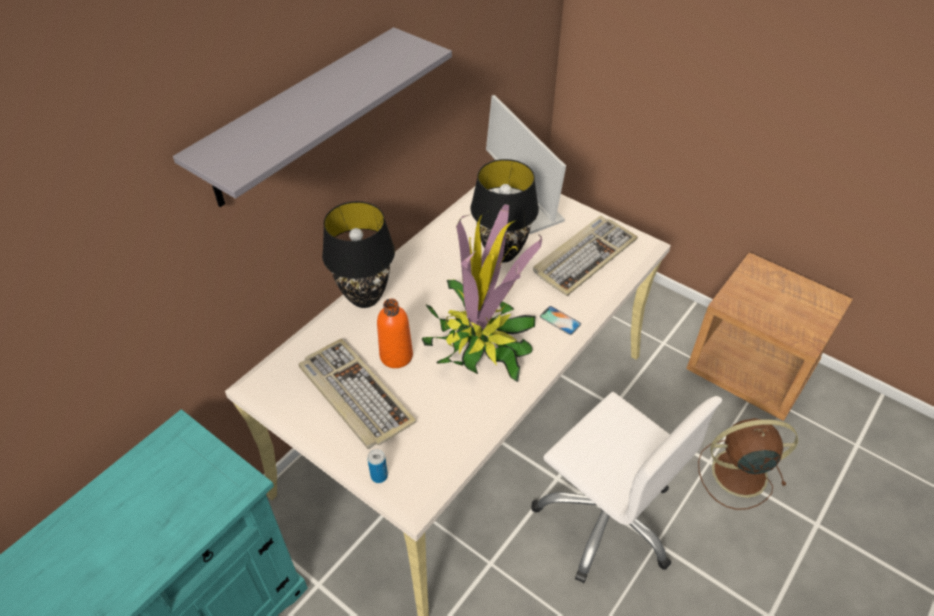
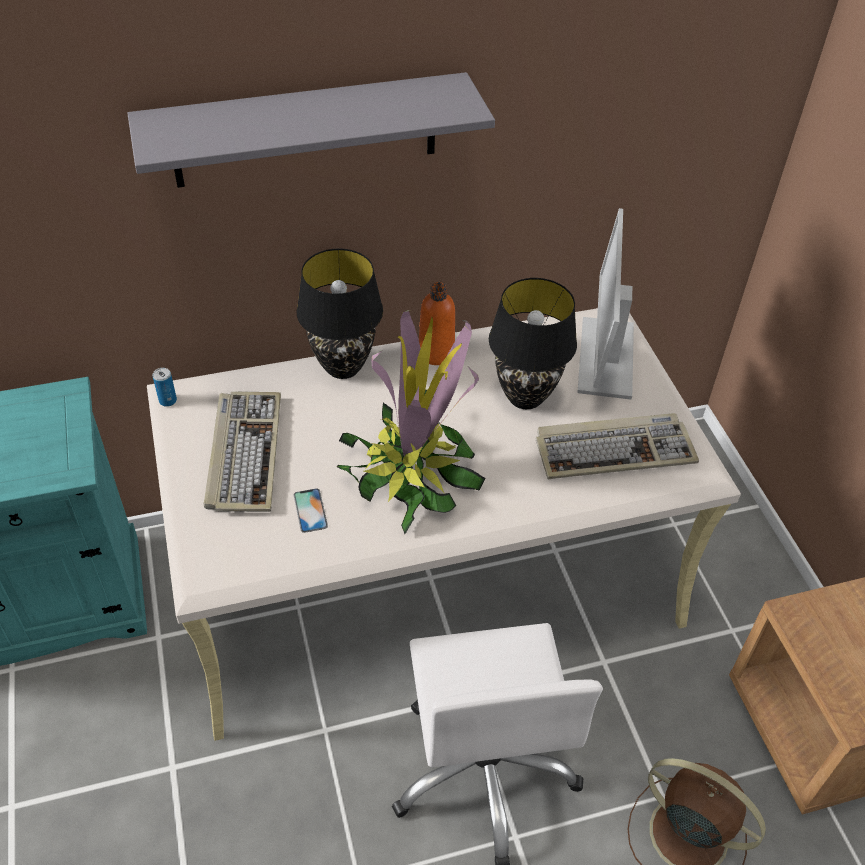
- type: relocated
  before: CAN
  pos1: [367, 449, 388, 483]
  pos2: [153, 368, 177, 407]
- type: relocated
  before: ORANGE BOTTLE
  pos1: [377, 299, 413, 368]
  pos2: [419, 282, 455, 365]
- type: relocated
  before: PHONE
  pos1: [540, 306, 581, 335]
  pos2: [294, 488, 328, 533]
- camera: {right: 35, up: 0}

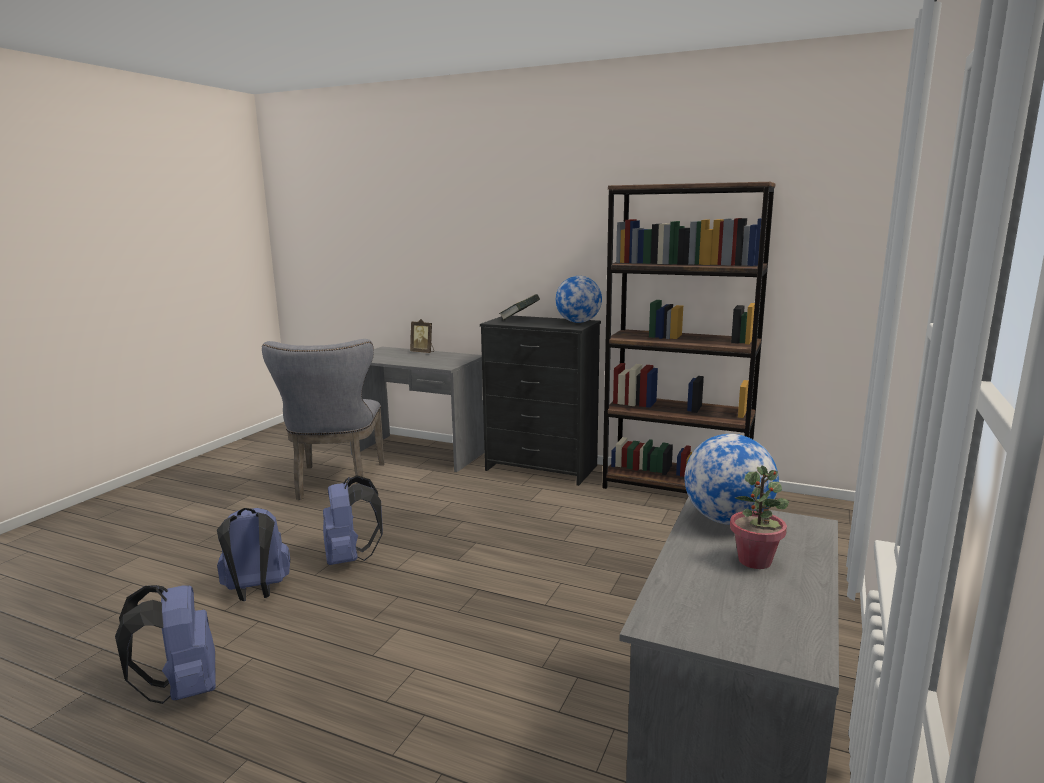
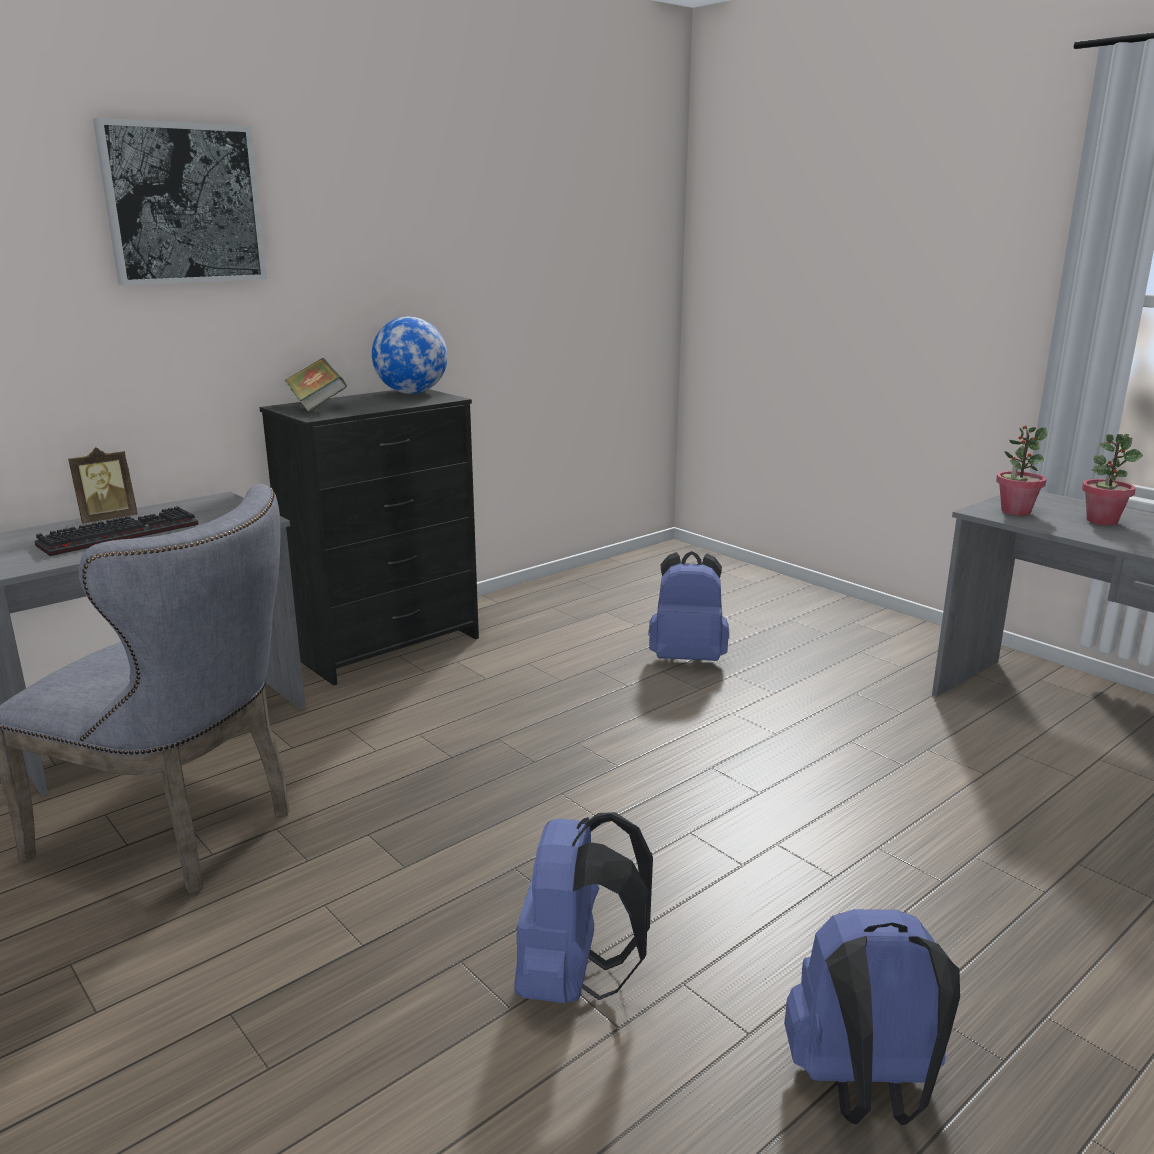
- type: missing
  before: BROWN BOOKCASE
  pos1: [603, 182, 776, 493]
- type: appeared
  after: KEYBOARD
  pos2: [34, 506, 199, 556]
- type: appeared
  after: PICTURE
  pos2: [93, 118, 267, 285]
- type: relocated
  before: BLUE BACKPACK
  pos1: [323, 475, 383, 565]
  pos2: [648, 551, 729, 661]
- type: exchanged
  before: GLOBE
  after: POTTED PLANT
  pos1: [685, 434, 779, 525]
  pos2: [996, 425, 1047, 516]
- camera: {right: -65, up: 5}

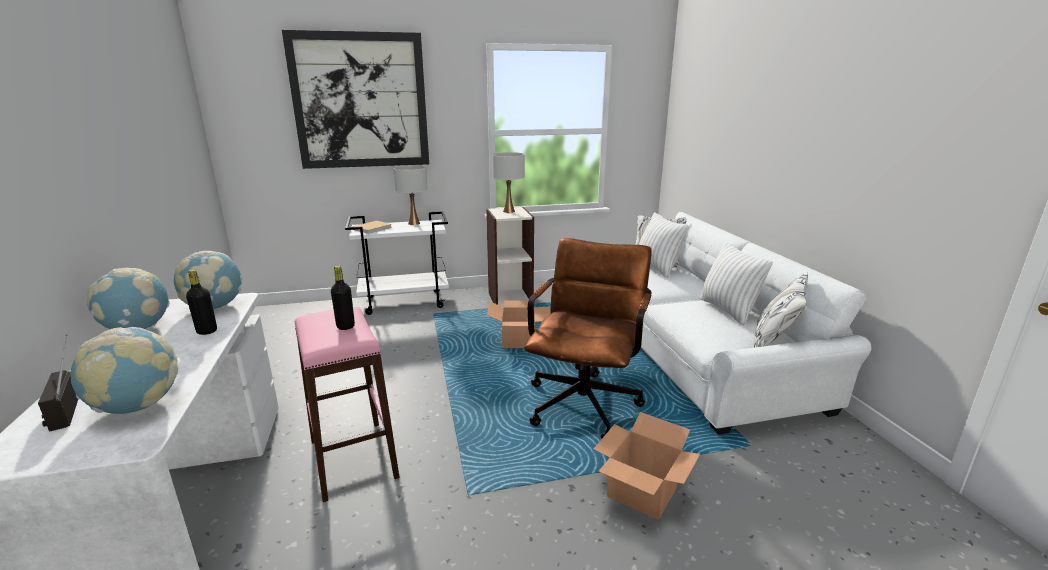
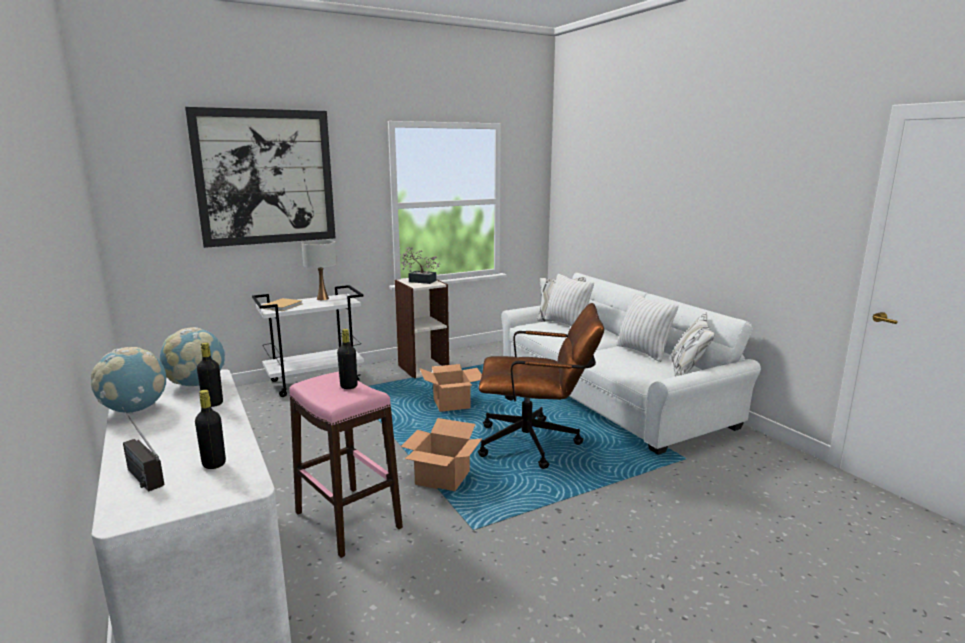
- type: relocated
  before: CARDBOARD BOX
  pos1: [594, 412, 700, 520]
  pos2: [401, 418, 482, 491]
- type: exchanged
  before: GLOBE
  after: BLACK BOTTLE
  pos1: [70, 327, 178, 414]
  pos2: [195, 390, 226, 469]
- type: exchanged
  before: WHITE TABLE LAMP
  after: POTTED PLANT
  pos1: [492, 152, 525, 213]
  pos2: [400, 247, 441, 284]
- type: spun
  before: BROWN OFFICE CHAIR
  pos1: [524, 238, 652, 439]
  pos2: [478, 303, 604, 469]
  turn: 90
- camera: {right: -15, up: -5}

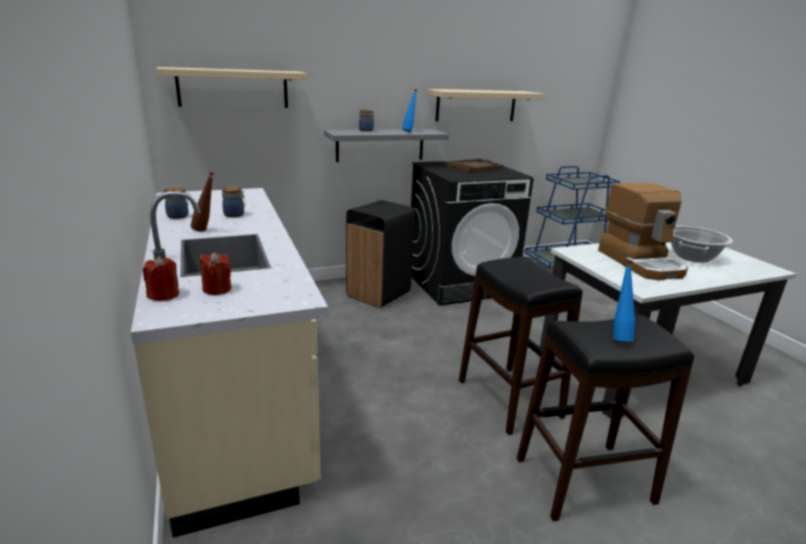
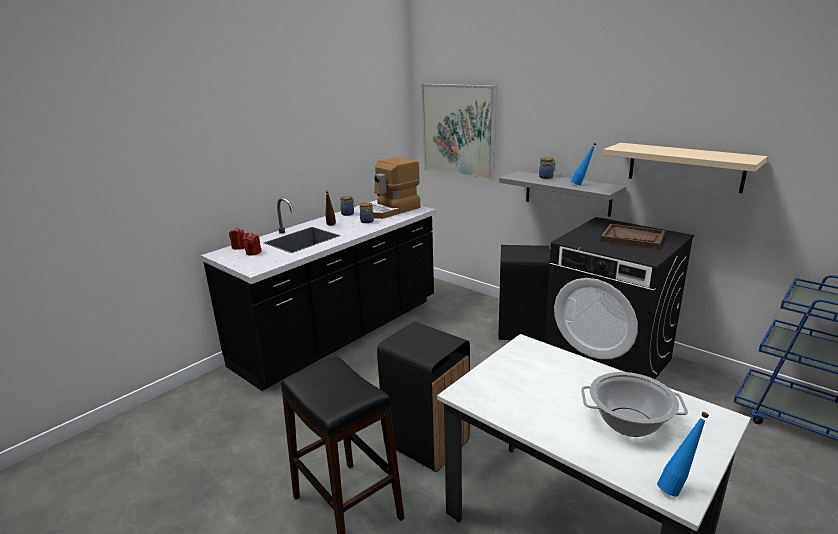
- type: relocated
  before: COFFEE MACHINE
  pos1: [598, 183, 688, 280]
  pos2: [372, 157, 420, 219]
- type: relocated
  before: BLUE BOTTLE
  pos1: [613, 260, 635, 342]
  pos2: [657, 412, 709, 497]
- type: exchanged
  before: BEIGE SHELF
  after: PICTURE
  pos1: [156, 67, 308, 108]
  pos2: [422, 84, 496, 180]
- type: exchanged
  before: BLACK STOOL
  after: BLACK TRASH CAN
  pos1: [459, 257, 583, 435]
  pos2: [377, 322, 470, 472]
- type: colour
  before: BEIGE COUNTER
  after: BLACK COUNTER
  pos1: [131, 188, 328, 538]
  pos2: [201, 198, 436, 391]
- camera: {right: 65, up: 0}

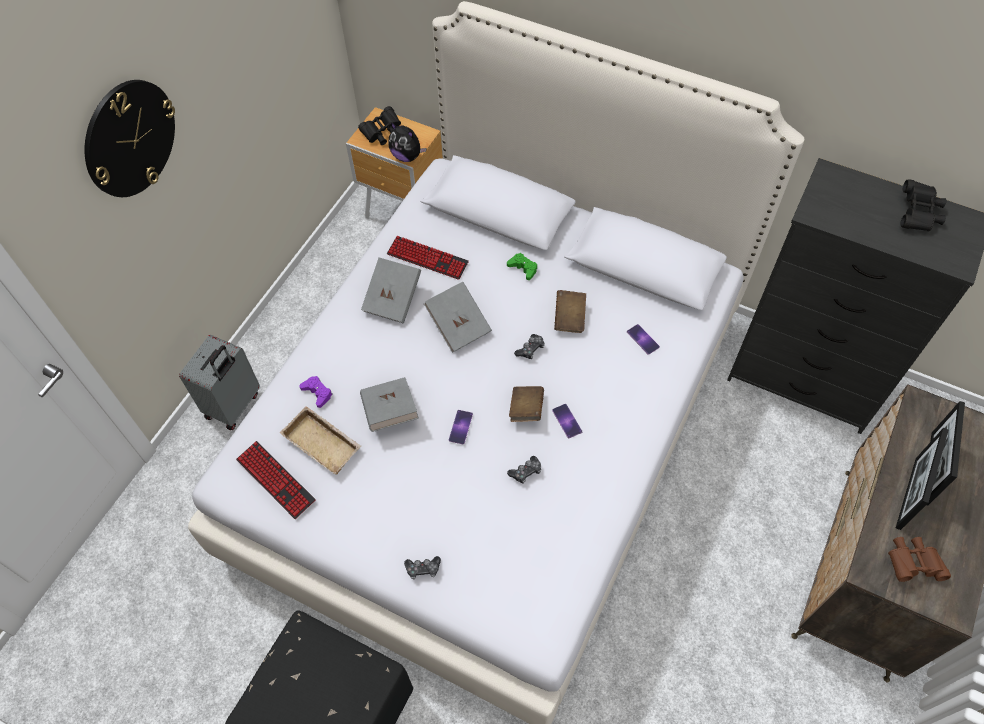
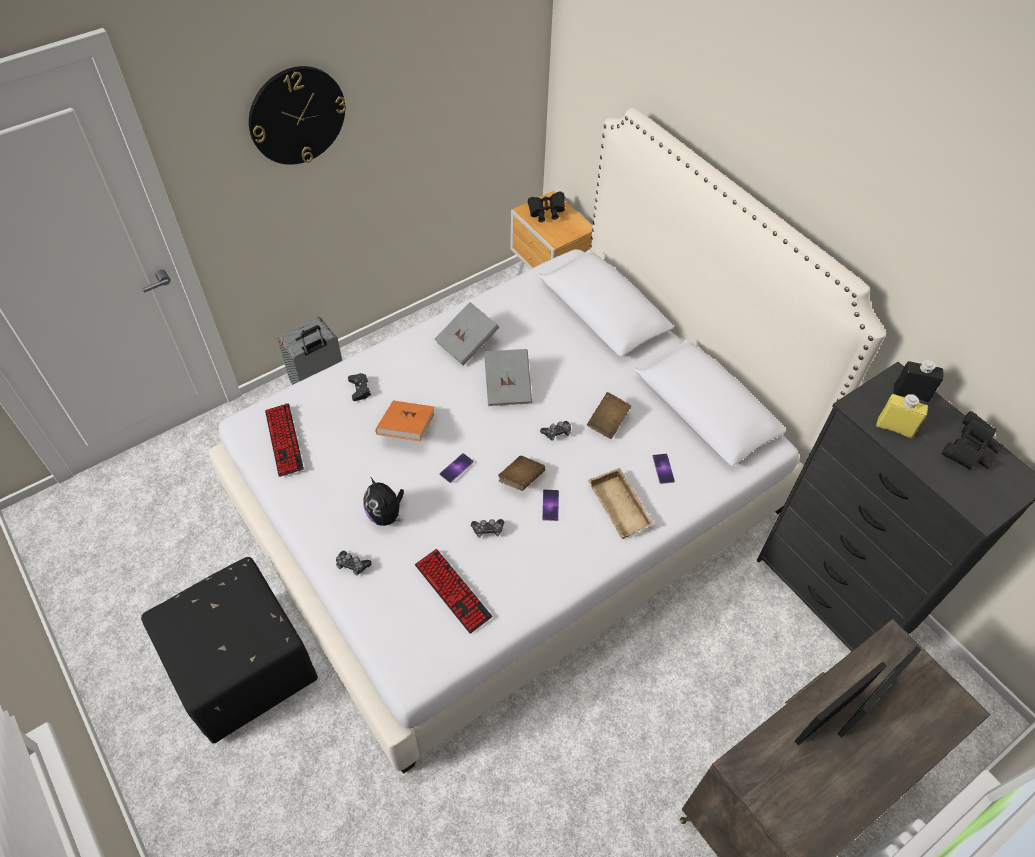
- type: missing
  before: GREEN GAME CONTROLLER
  pos1: [507, 253, 537, 280]
- type: missing
  before: BROWN BINOCULARS
  pos1: [888, 537, 951, 582]
- type: appeared
  after: YELLOW BOTTLE
  pos2: [876, 394, 928, 438]
- type: appeared
  after: BLACK BOTTLE
  pos2: [894, 360, 944, 402]
- type: relocated
  before: BEIGE TRAY
  pos1: [280, 406, 362, 475]
  pos2: [588, 468, 655, 539]
- type: relocated
  before: KEYBOARD
  pos1: [387, 236, 469, 280]
  pos2: [415, 549, 492, 634]
- type: relocated
  before: PLUSH TOY
  pos1: [389, 122, 426, 162]
  pos2: [363, 478, 404, 526]
- type: colour
  before: PURPLE GAME CONTROLLER
  after: BLACK GAME CONTROLLER
  pos1: [299, 376, 332, 408]
  pos2: [348, 373, 371, 401]
- type: colour
  before: GREY BOOK
  after: ORANGE BOOK
  pos1: [360, 377, 419, 432]
  pos2: [375, 401, 435, 441]
- camera: {right: 25, up: -5}

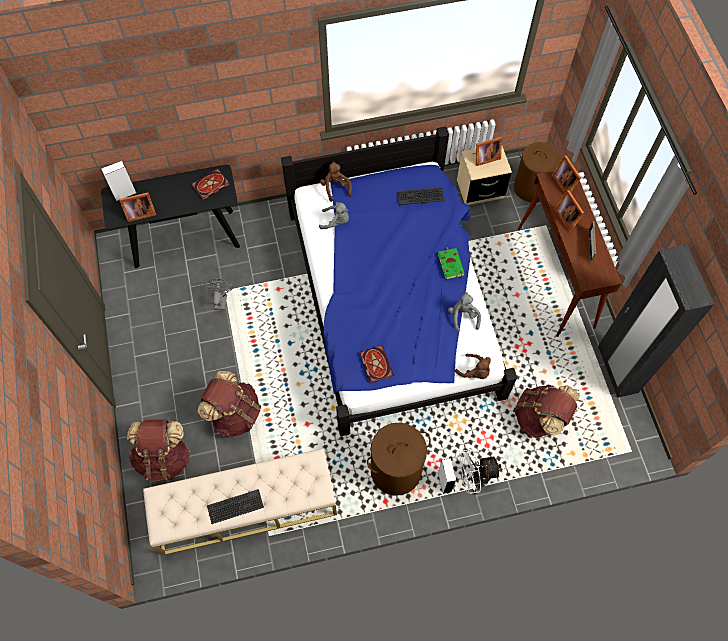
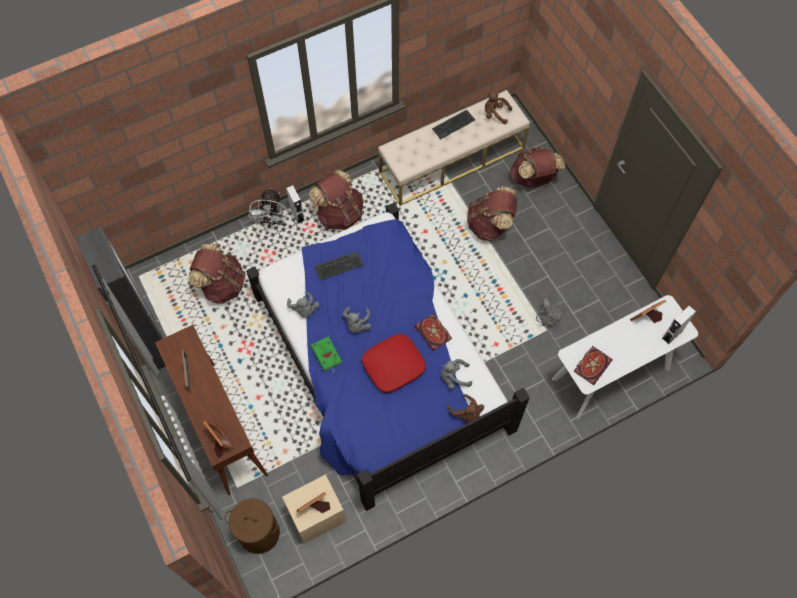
- type: missing
  before: PICTURE FRAME
  pos1: [555, 190, 584, 232]
- type: appeared
  after: GREY PLUSH TOY
  pos2: [343, 307, 371, 333]
- type: appeared
  after: RED PILLOW
  pos2: [362, 334, 426, 393]
- type: relocated
  before: BOOK
  pos1: [360, 345, 394, 383]
  pos2: [414, 314, 452, 351]
- type: relocated
  before: KEYBOARD
  pos1: [397, 187, 445, 205]
  pos2: [314, 251, 364, 280]
- type: relocated
  before: BROWN PLUSH TOY
  pos1: [455, 354, 491, 379]
  pos2: [485, 91, 512, 124]
- type: exchanged
  before: BROWN LAUNDRY BASKET
  after: BROWN BACKPACK
  pos1: [367, 423, 431, 496]
  pos2: [309, 170, 363, 230]
- type: colour
  before: BLACK CONSOLE TABLE
  after: WHITE CONSOLE TABLE
  pos1: [101, 165, 240, 268]
  pos2: [552, 295, 698, 419]
- type: spun
  before: WHITE FAN
  pos1: [459, 448, 501, 495]
  pos2: [249, 188, 288, 227]
  turn: 120
- camera: {right: 165, up: 0}

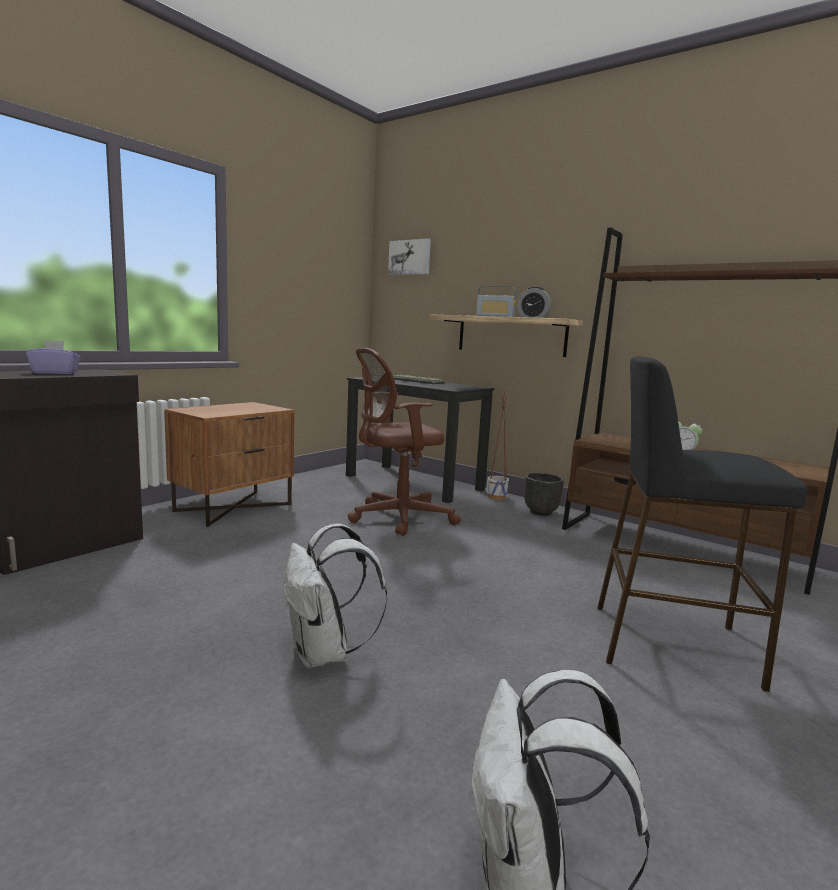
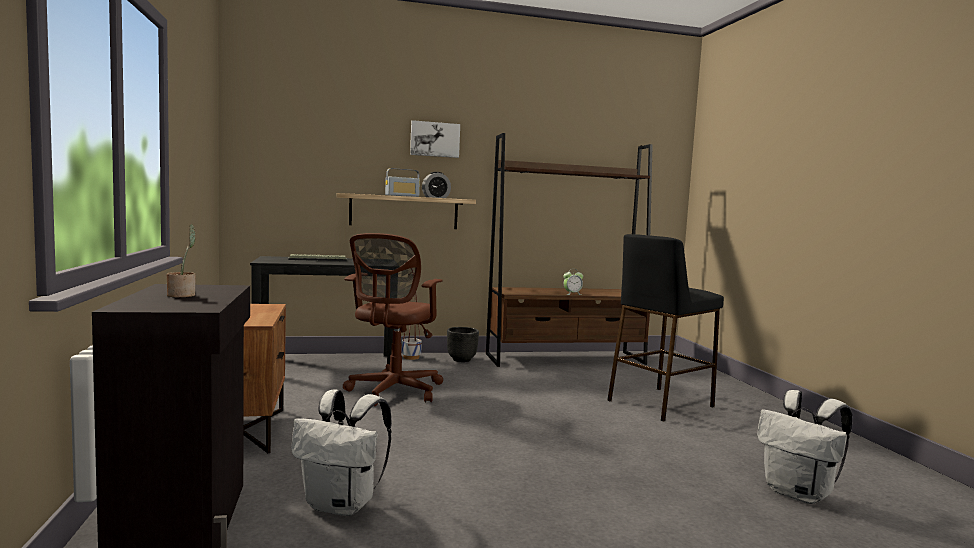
- type: relocated
  before: WHITE BACKPACK
  pos1: [283, 524, 387, 668]
  pos2: [291, 389, 392, 516]
- type: relocated
  before: PICTURE
  pos1: [388, 238, 431, 275]
  pos2: [410, 120, 460, 158]
- type: exchanged
  before: PURPLE TISSUE BOX
  after: POTTED PLANT
  pos1: [26, 340, 80, 374]
  pos2: [167, 224, 196, 297]
- camera: {right: -50, up: -5}

